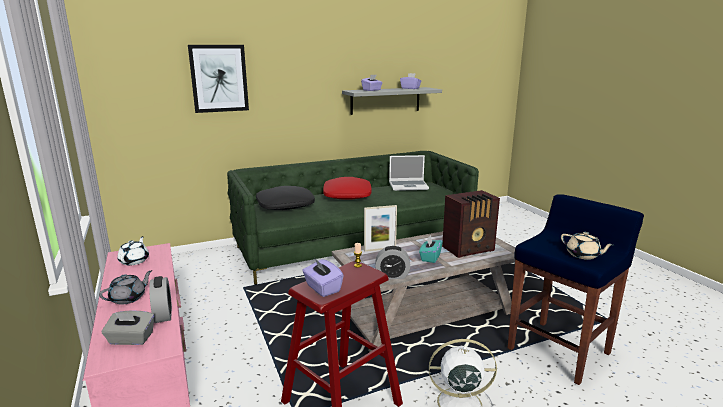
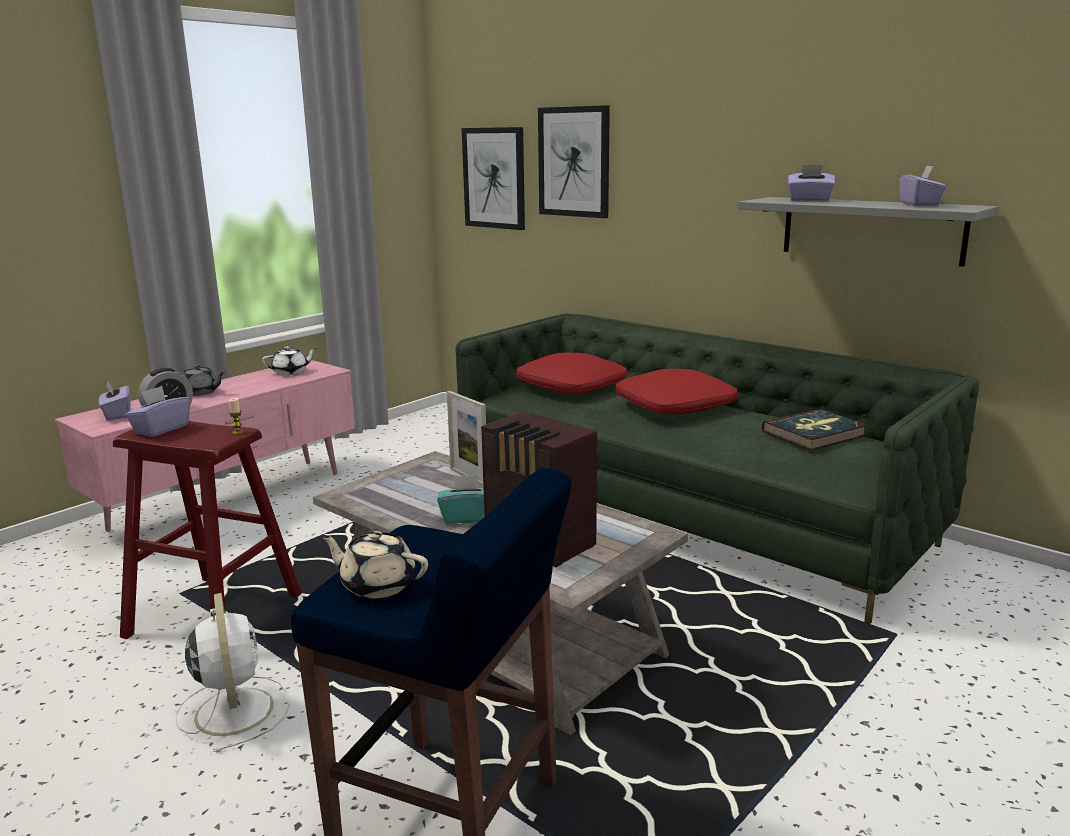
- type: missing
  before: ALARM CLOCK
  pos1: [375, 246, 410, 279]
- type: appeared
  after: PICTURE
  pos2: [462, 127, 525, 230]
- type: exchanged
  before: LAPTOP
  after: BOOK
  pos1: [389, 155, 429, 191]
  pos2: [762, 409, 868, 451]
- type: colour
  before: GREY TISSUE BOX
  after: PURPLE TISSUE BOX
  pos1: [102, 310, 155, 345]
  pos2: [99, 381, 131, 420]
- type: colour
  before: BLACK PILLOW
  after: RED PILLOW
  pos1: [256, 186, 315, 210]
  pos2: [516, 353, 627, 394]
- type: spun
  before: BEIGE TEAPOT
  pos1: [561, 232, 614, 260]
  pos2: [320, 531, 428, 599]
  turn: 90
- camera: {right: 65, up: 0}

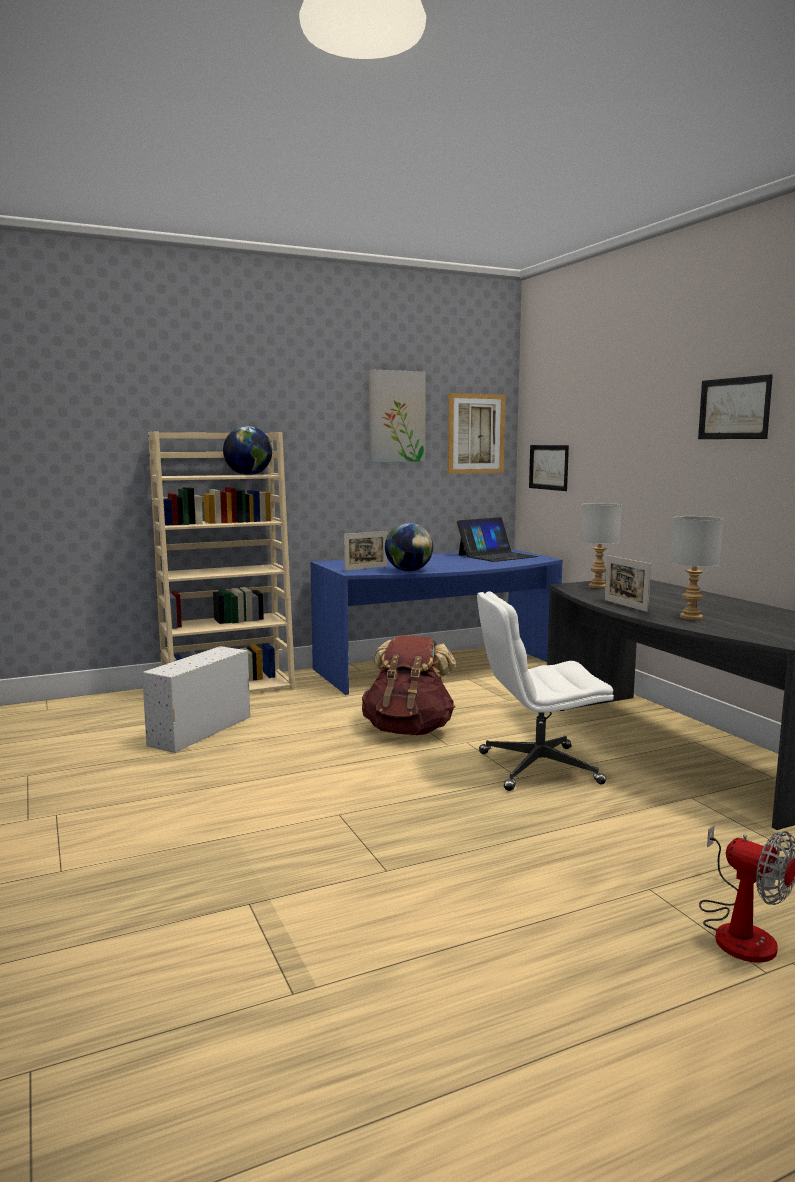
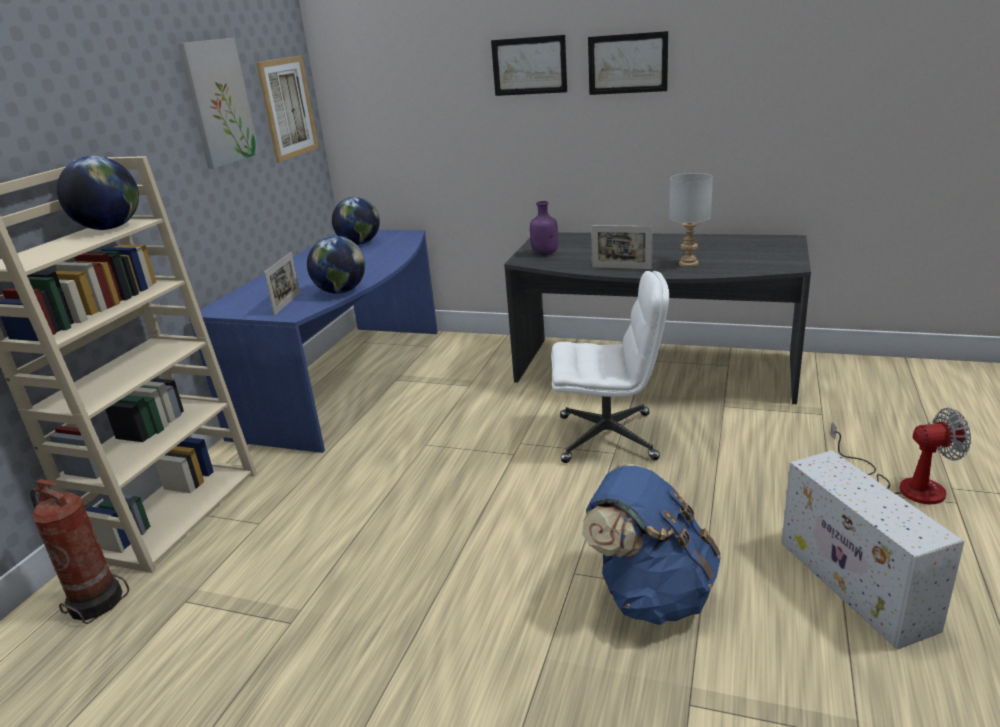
- type: missing
  before: BROWN BACKPACK
  pos1: [362, 635, 456, 735]
- type: appeared
  after: FIRE EXTINGUISHER
  pos2: [30, 479, 129, 624]
- type: appeared
  after: BLUE BACKPACK
  pos2: [582, 463, 721, 625]
- type: relocated
  before: WHITE STORAGE BOX
  pos1: [142, 646, 250, 753]
  pos2: [781, 450, 964, 650]
- type: relocated
  before: PICTURE
  pos1: [529, 445, 569, 491]
  pos2: [491, 35, 567, 96]
- type: exchanged
  before: LAPTOP
  after: GLOBE
  pos1: [457, 517, 538, 562]
  pos2: [332, 197, 380, 245]
- type: exchanged
  before: GREY TABLE LAMP
  after: PURPLE BOTTLE
  pos1: [581, 503, 622, 588]
  pos2: [530, 201, 558, 255]
- type: spun
  before: WHITE OFFICE CHAIR
  pos1: [477, 591, 614, 791]
  pos2: [551, 271, 669, 463]
  turn: -120
- camera: {right: -45, up: 15}

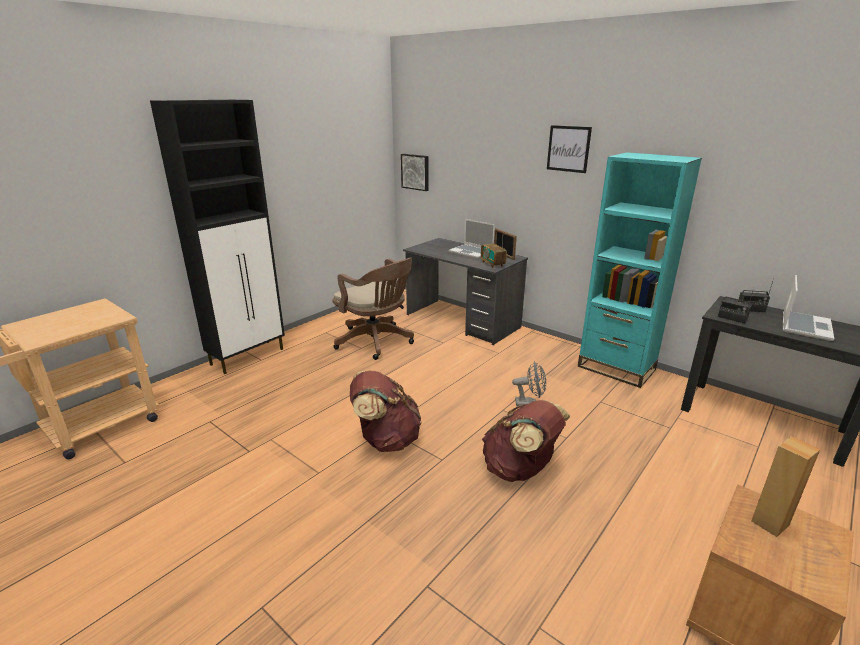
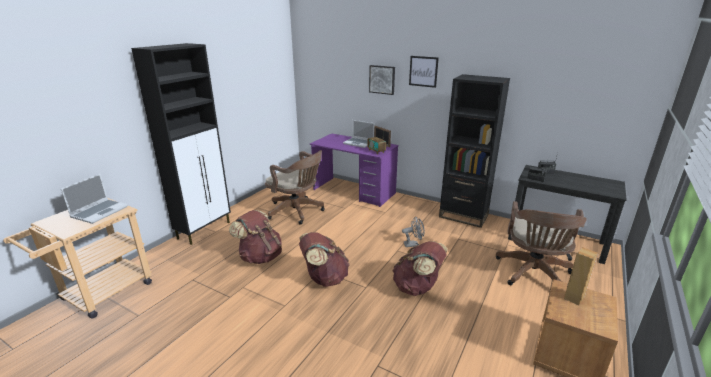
- type: appeared
  after: BROWN BACKPACK
  pos2: [229, 210, 282, 264]
- type: appeared
  after: BROWN OFFICE CHAIR
  pos2: [496, 201, 587, 285]
- type: relocated
  before: PICTURE
  pos1: [401, 154, 428, 191]
  pos2: [369, 65, 395, 95]
- type: relocated
  before: LAPTOP
  pos1: [783, 275, 834, 341]
  pos2: [61, 174, 128, 224]
- type: colour
  before: GREY DESK
  after: PURPLE DESK
  pos1: [403, 238, 528, 345]
  pos2: [310, 133, 399, 207]
- type: colour
  before: TURQUOISE BOOKCASE
  after: BLACK BOOKCASE
  pos1: [578, 152, 702, 388]
  pos2: [439, 74, 510, 228]
- camera: {right: -10, up: 0}

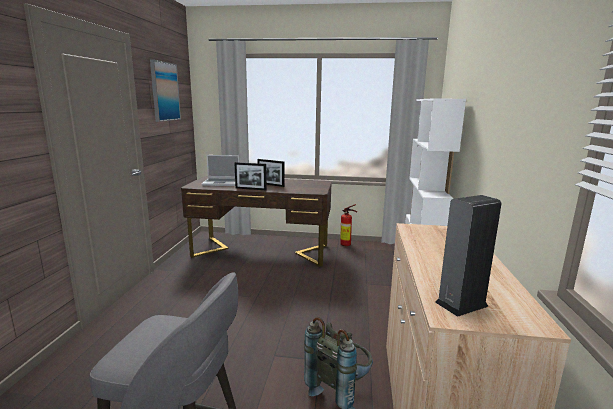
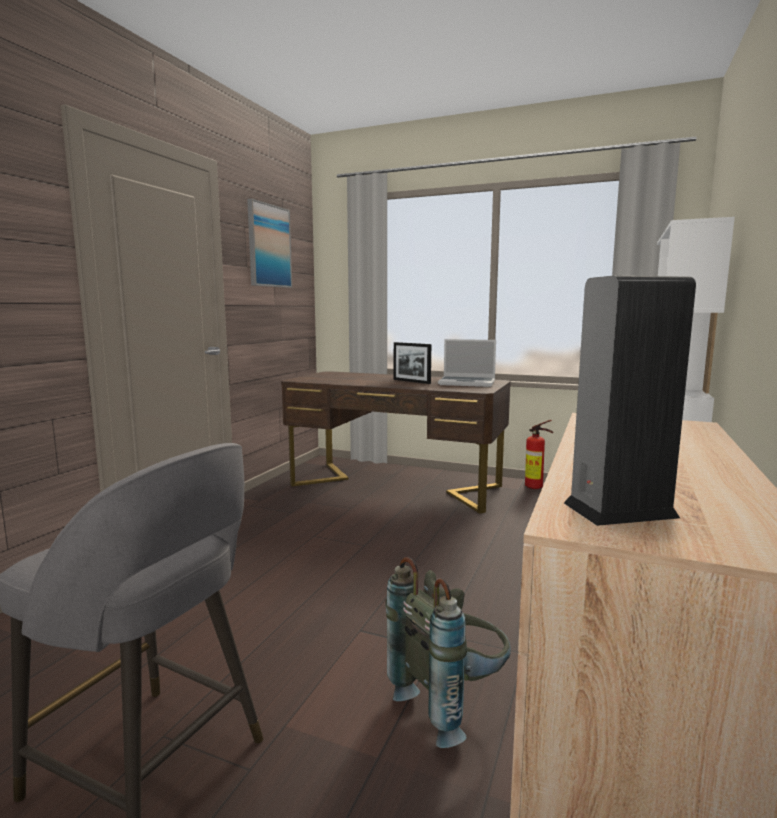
- type: missing
  before: PICTURE FRAME
  pos1: [235, 162, 267, 190]
- type: relocated
  before: LAPTOP
  pos1: [202, 155, 239, 186]
  pos2: [438, 339, 496, 387]
- camera: {right: 15, up: -5}

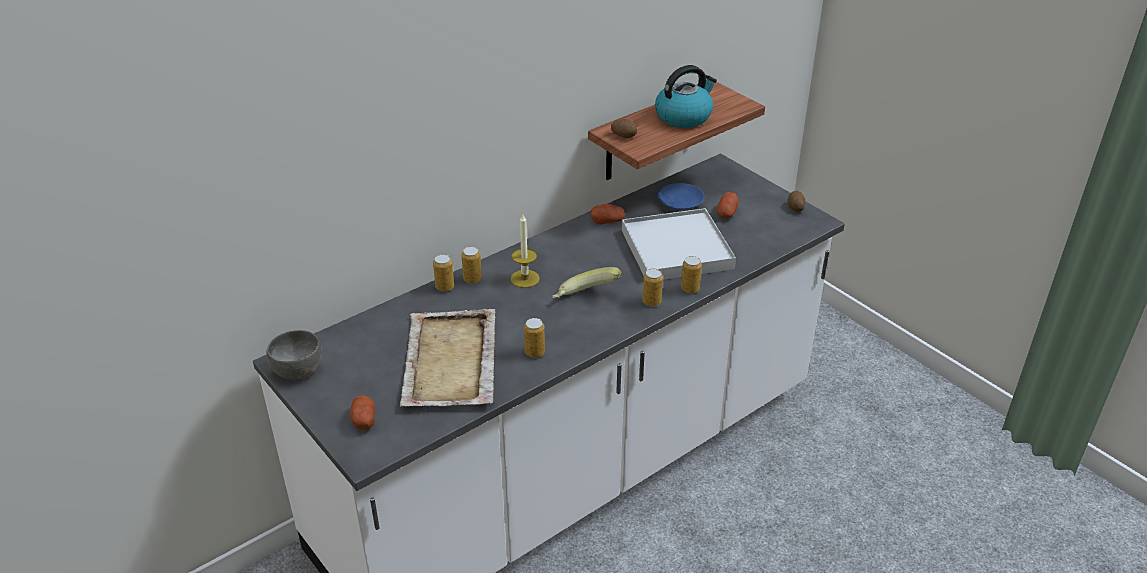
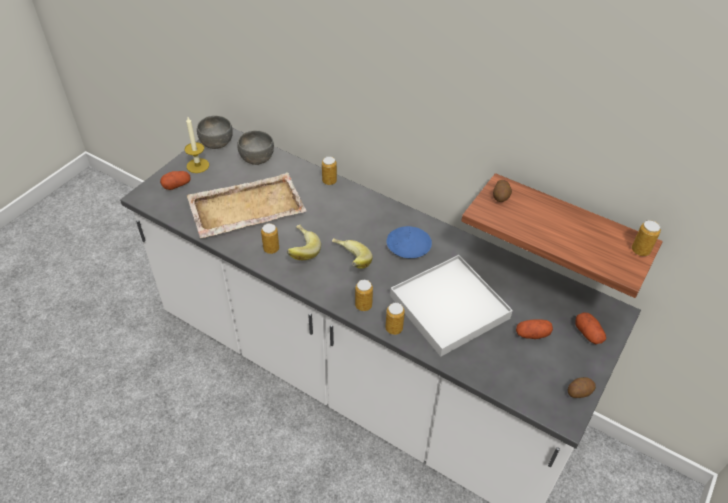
- type: missing
  before: KETTLE
  pos1: [655, 65, 717, 128]
- type: appeared
  after: GREY BOWL
  pos2: [237, 131, 274, 165]
- type: appeared
  after: BANANA
  pos2: [287, 225, 321, 260]
- type: relocated
  before: CAN
  pos1: [461, 247, 482, 284]
  pos2: [632, 220, 661, 256]
- type: relocated
  before: CANDLE
  pos1: [511, 214, 540, 288]
  pos2: [185, 117, 209, 173]
- type: relocated
  before: POTATO
  pos1: [590, 204, 625, 224]
  pos2: [576, 312, 606, 344]
- type: relocated
  before: BLUE PLATE
  pos1: [658, 183, 704, 210]
  pos2: [386, 226, 432, 258]
- camera: {right: 70, up: 10}

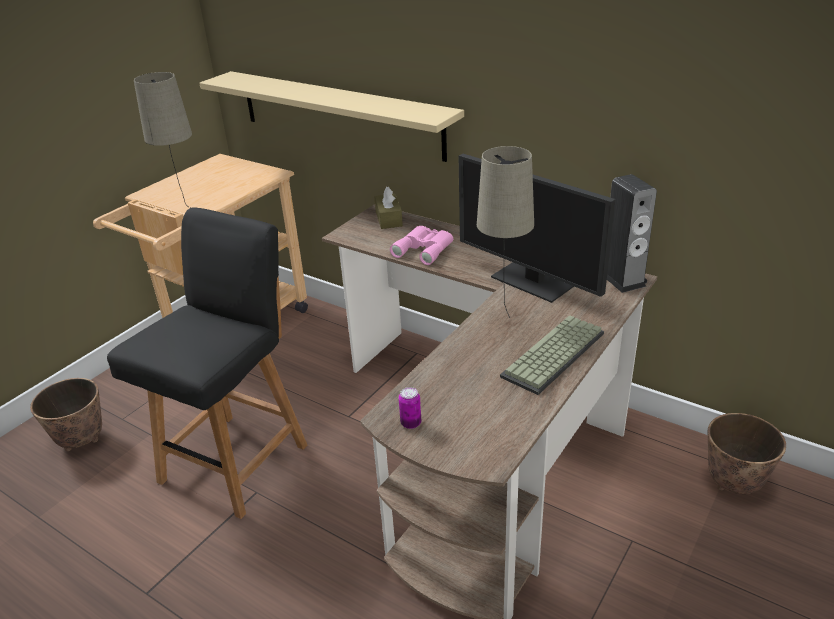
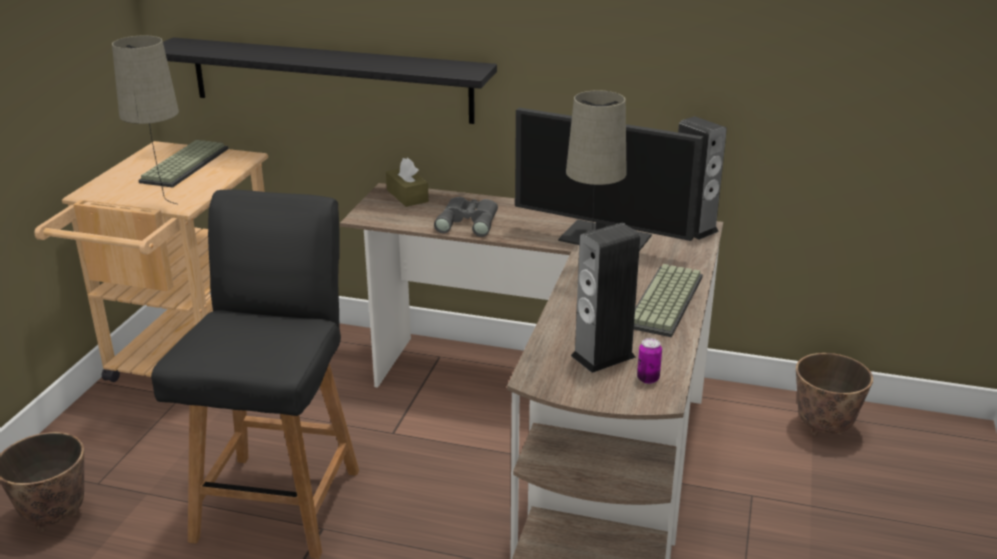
- type: appeared
  after: KEYBOARD
  pos2: [139, 140, 229, 188]
- type: appeared
  after: SPEAKER
  pos2: [571, 223, 640, 373]
- type: relocated
  before: CAN
  pos1: [399, 387, 421, 429]
  pos2: [637, 338, 662, 384]
- type: colour
  before: BEIGE SHELF
  after: BLACK SHELF
  pos1: [199, 71, 464, 162]
  pos2: [163, 37, 497, 124]
- type: colour
  before: PINK BINOCULARS
  after: GREY BINOCULARS
  pos1: [390, 226, 453, 265]
  pos2: [434, 197, 498, 237]
- camera: {right: -20, up: -5}

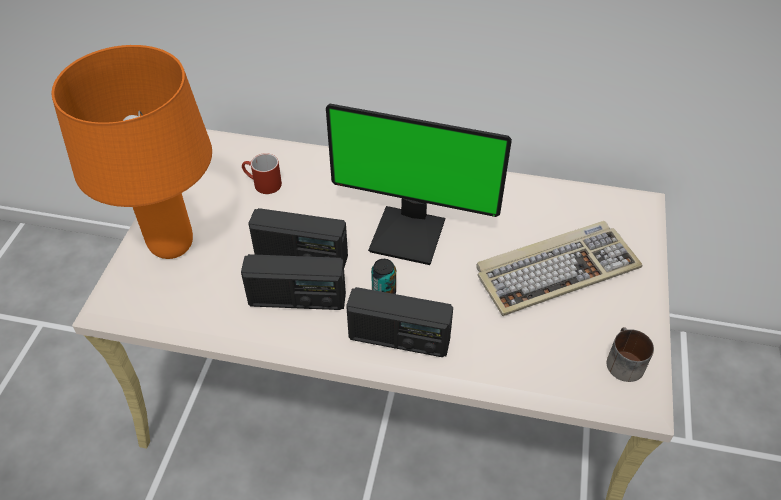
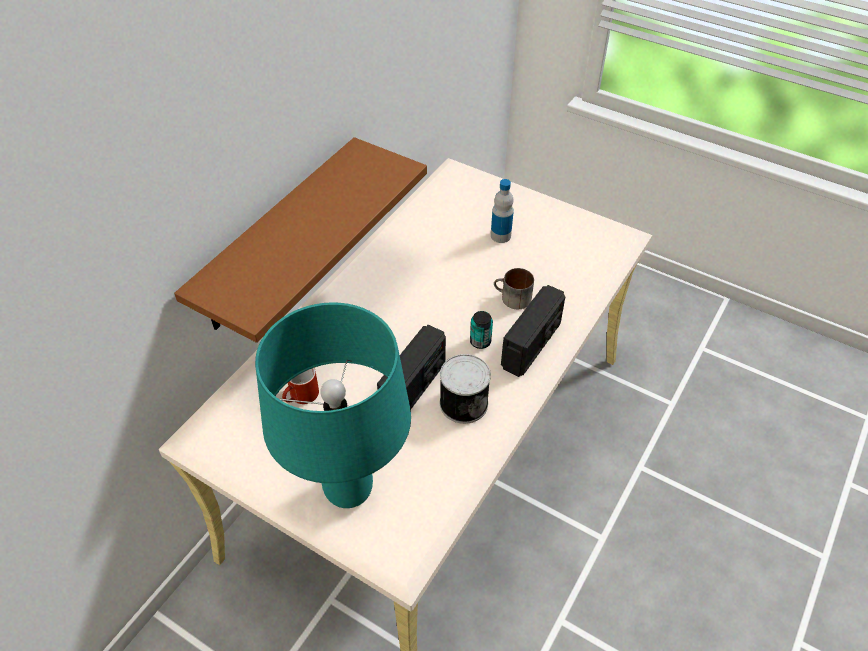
- type: missing
  before: MONITOR
  pos1: [326, 104, 512, 265]
- type: appeared
  after: BROWN SHELF
  pos2: [174, 137, 427, 343]
- type: relocated
  before: MUG
  pos1: [607, 327, 654, 382]
  pos2: [494, 268, 534, 309]
- type: exchanged
  before: RADIO
  after: CAN
  pos1: [241, 254, 346, 310]
  pos2: [440, 354, 491, 424]
- type: exchanged
  before: KEYBOARD
  after: BOTTLE
  pos1: [476, 221, 643, 316]
  pos2: [491, 179, 514, 243]
- type: colour
  before: ORANGE TABLE LAMP
  after: TURQUOISE TABLE LAMP
  pos1: [52, 45, 212, 259]
  pos2: [255, 302, 411, 508]
- camera: {right: -70, up: 0}

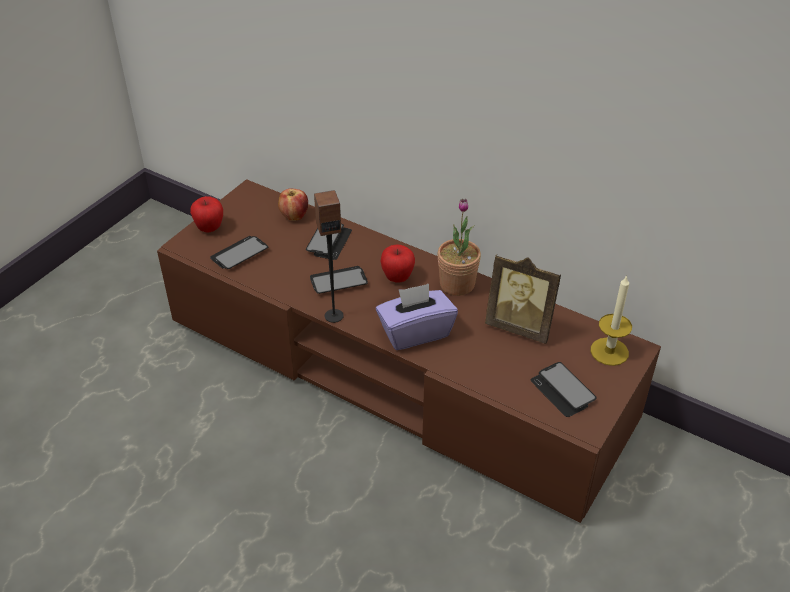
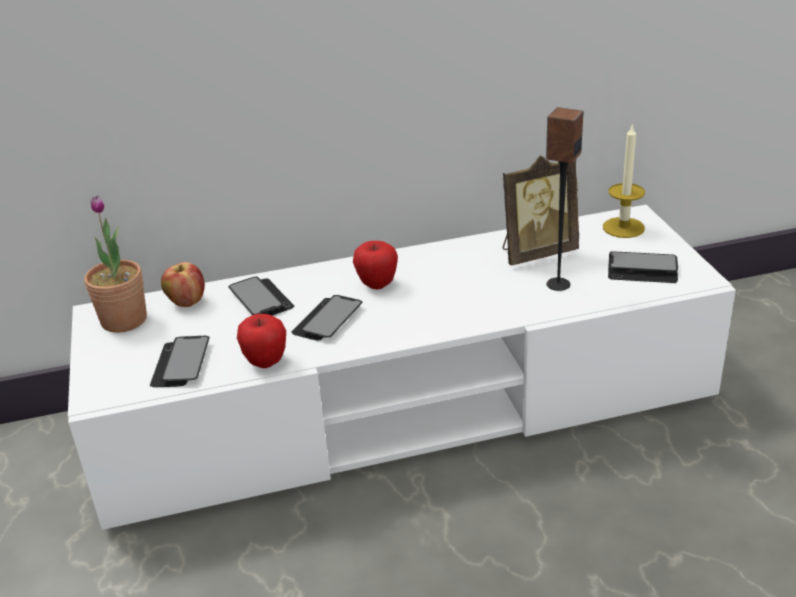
- type: missing
  before: PURPLE TISSUE BOX
  pos1: [376, 284, 458, 350]
- type: relocated
  before: APPLE
  pos1: [190, 196, 223, 233]
  pos2: [237, 314, 286, 368]
- type: relocated
  before: SPEAKER
  pos1: [314, 190, 344, 323]
  pos2: [546, 107, 583, 291]
- type: relocated
  before: POTTED PLANT
  pos1: [437, 199, 481, 296]
  pos2: [84, 195, 147, 333]
- type: colour
  before: BROWN TV STAND
  after: WHITE TV STAND
  pos1: [157, 179, 661, 523]
  pos2: [68, 205, 736, 530]
- camera: {right: -45, up: -10}

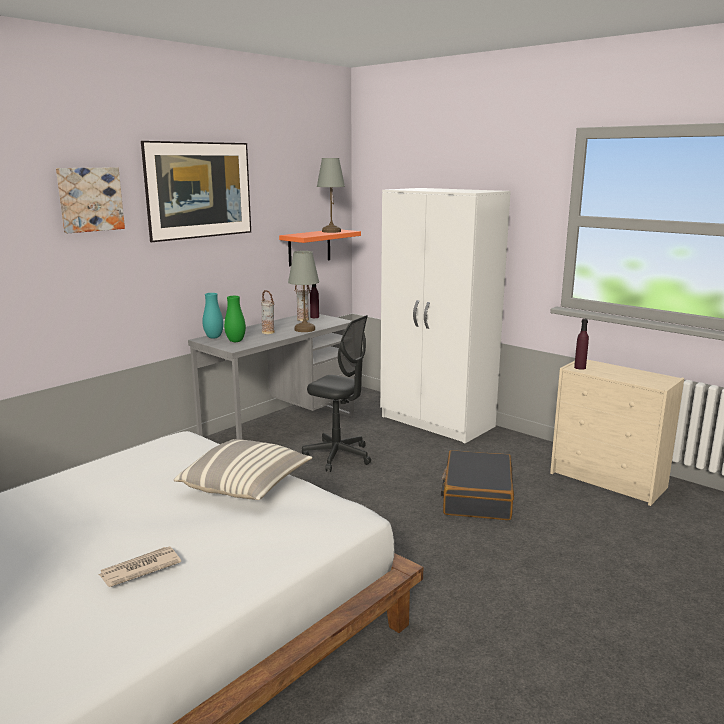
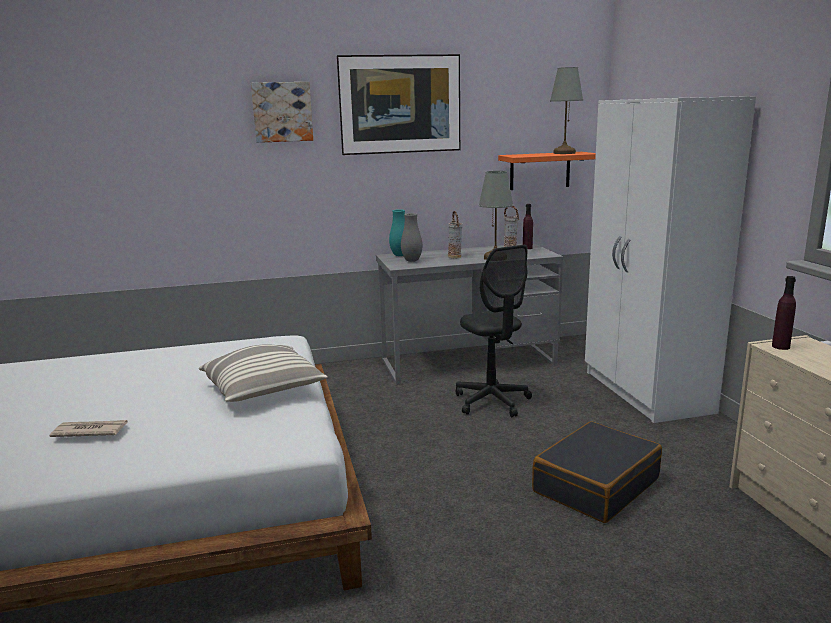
- type: colour
  before: GREEN VASE
  after: GREY VASE
  pos1: [224, 296, 246, 342]
  pos2: [401, 213, 422, 262]
- camera: {right: 35, up: 0}

